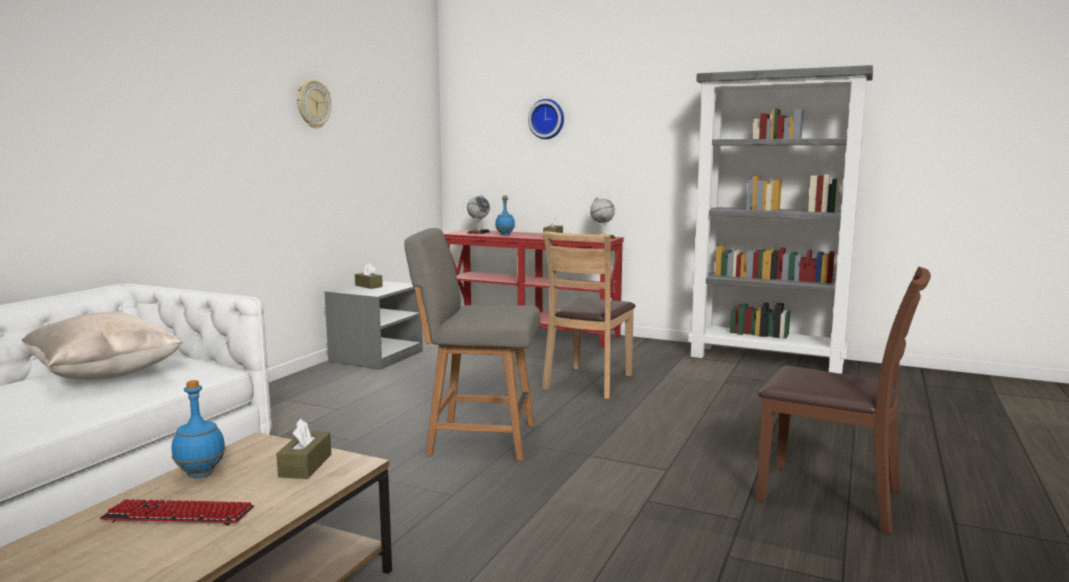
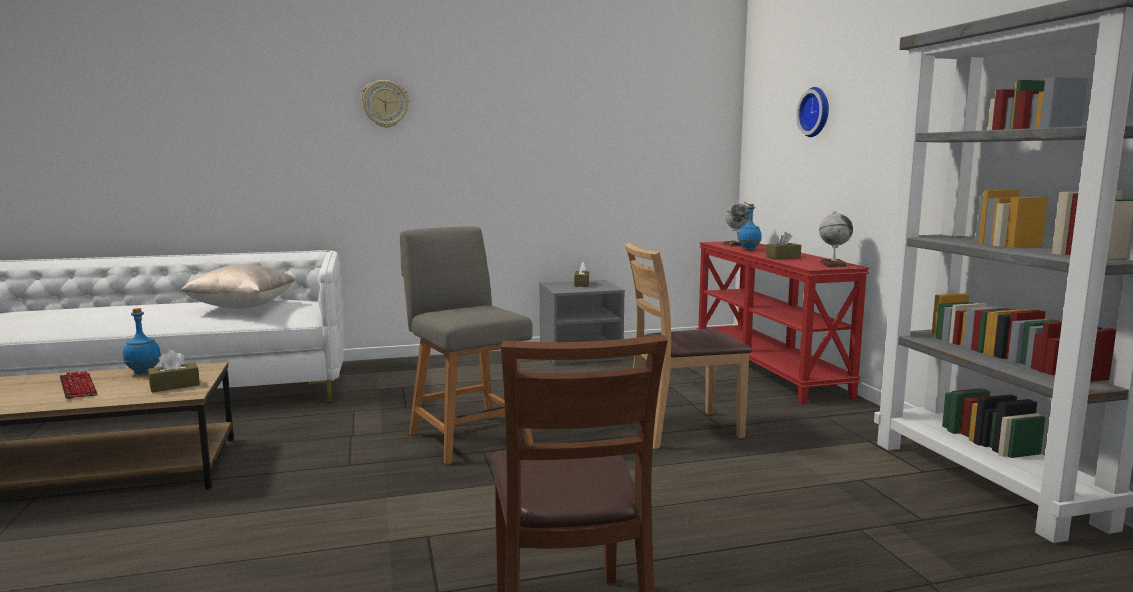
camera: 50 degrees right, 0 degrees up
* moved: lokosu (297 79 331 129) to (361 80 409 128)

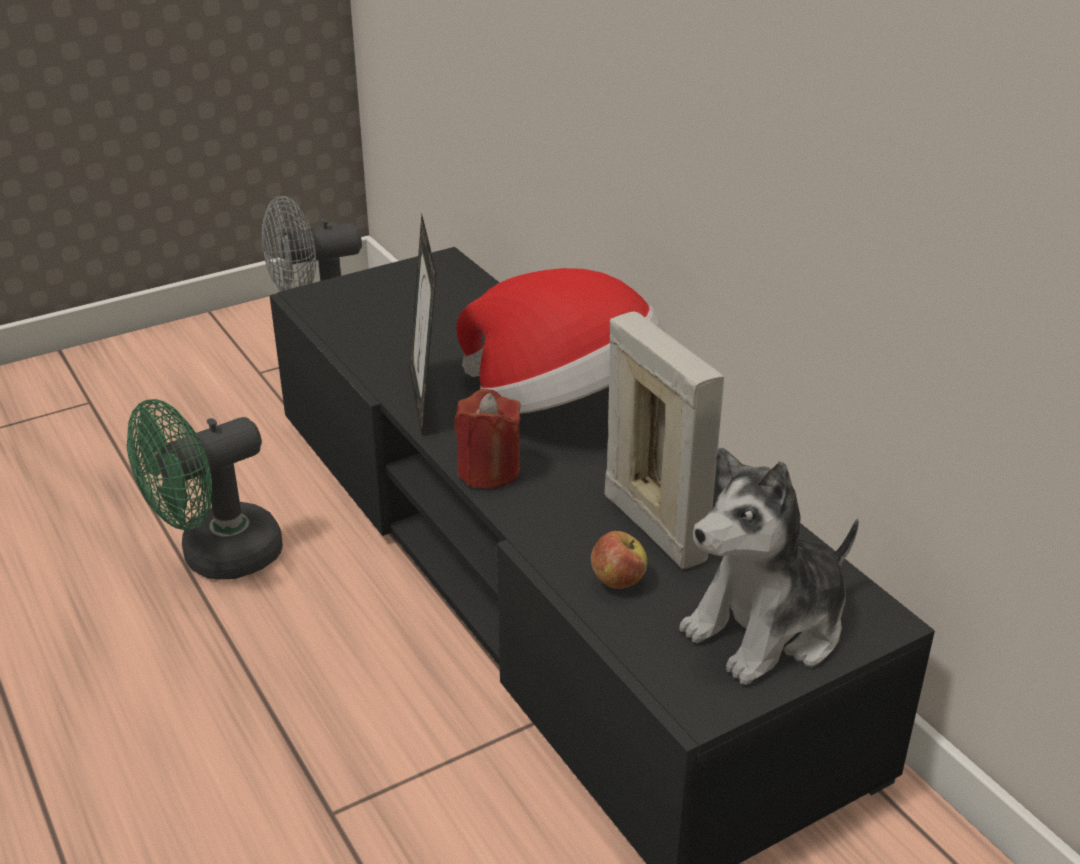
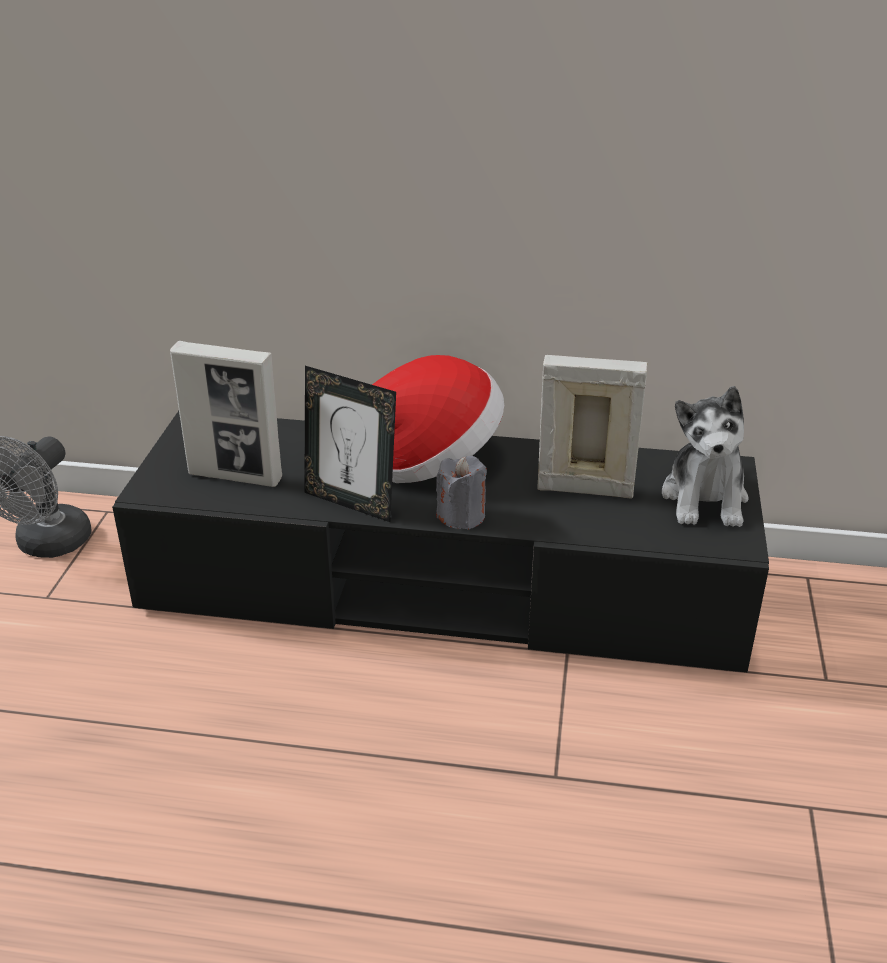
camera: 50 degrees left, 0 degrees up
* added: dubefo (170 341 282 487)
* recoloured: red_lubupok (454 389 521 489) to grey_lubupok (436 456 487 530)
* removed: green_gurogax (127 399 283 579)
* removed: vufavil (591 531 647 589)

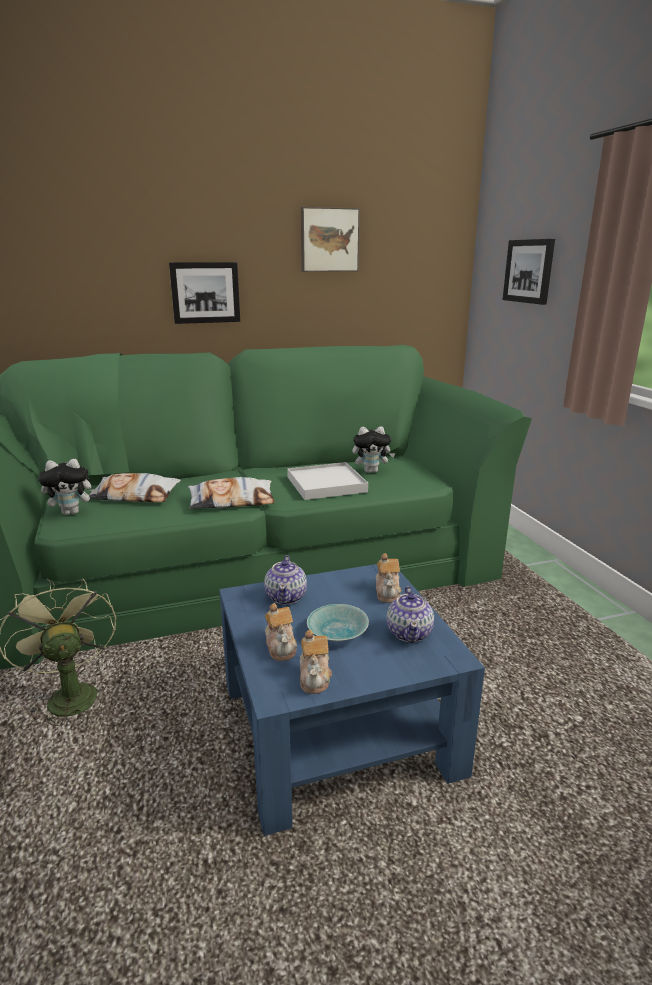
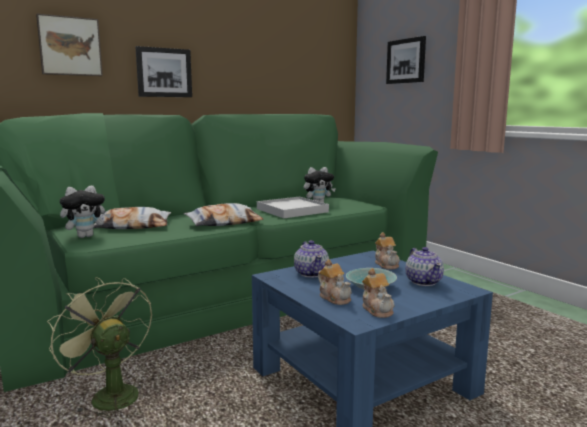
camera: 15 degrees left, 10 degrees down
* moved: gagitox (301 207 360 272) to (36 14 103 76)

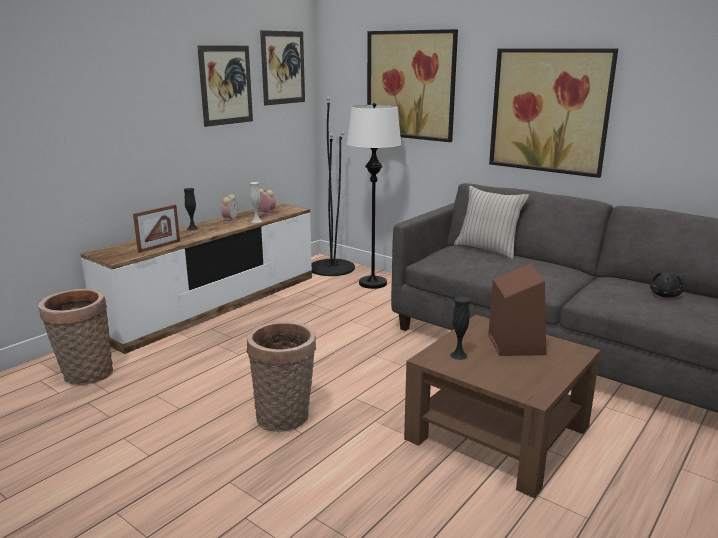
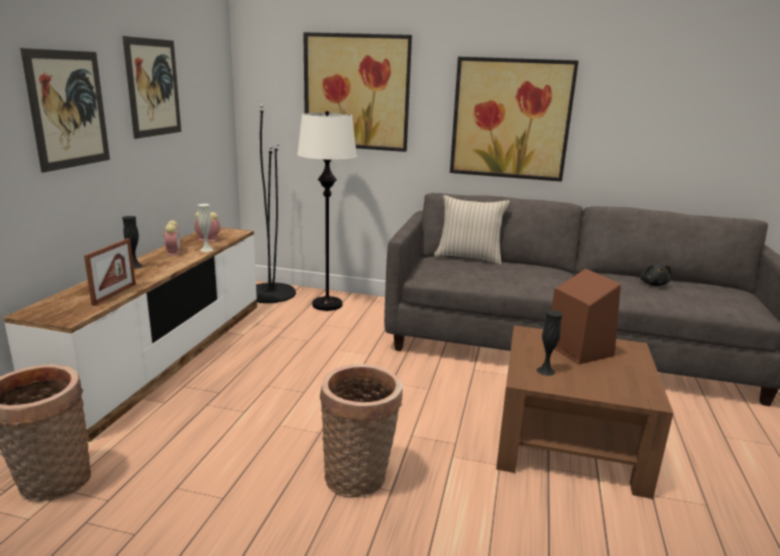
camera: 25 degrees left, 0 degrees up
* moved: gagitox (260 30 305 105) to (20 48 110 173)

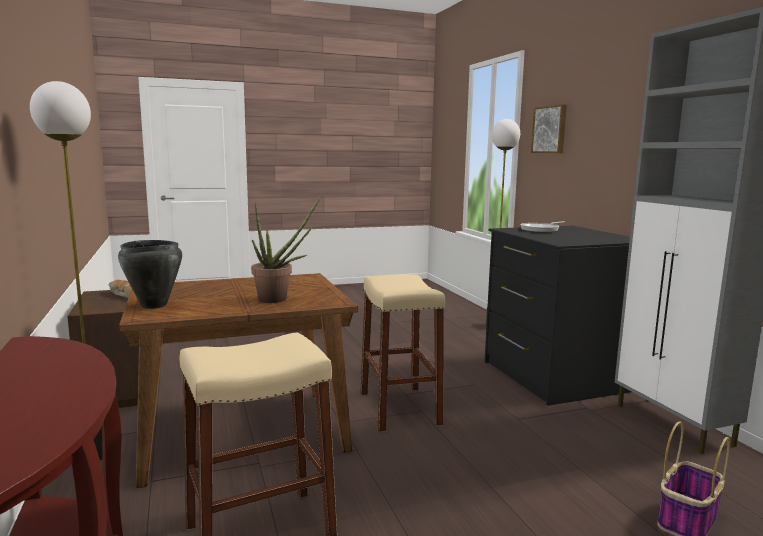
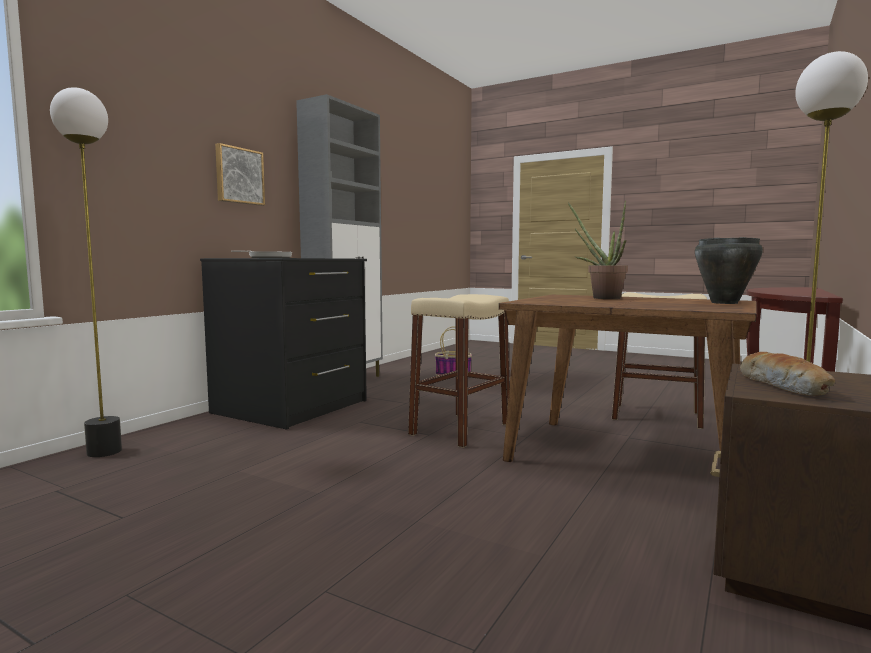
camera: 130 degrees left, 5 degrees down
* moved: gagitox (531 104 567 153) to (215 143 265 206)

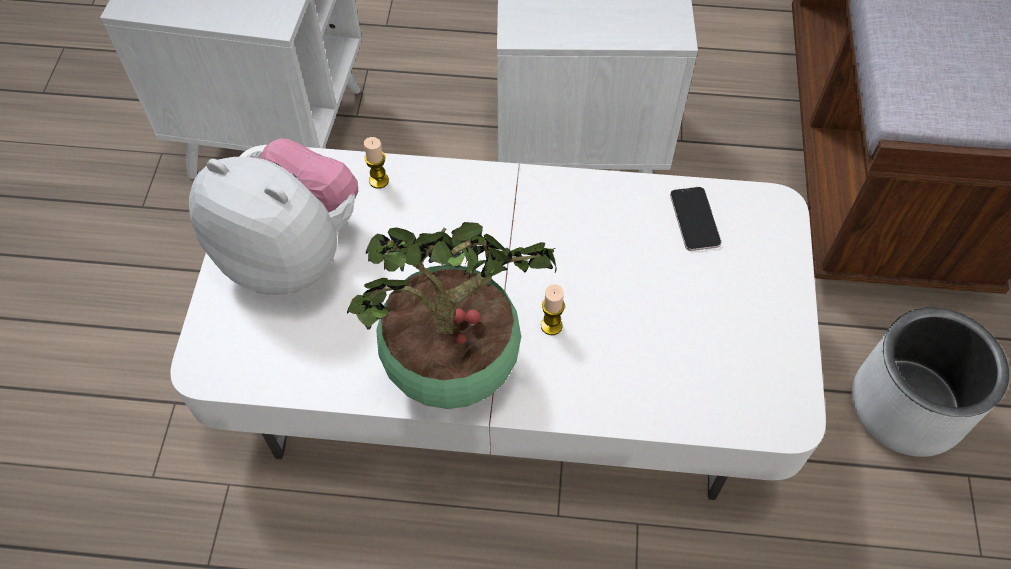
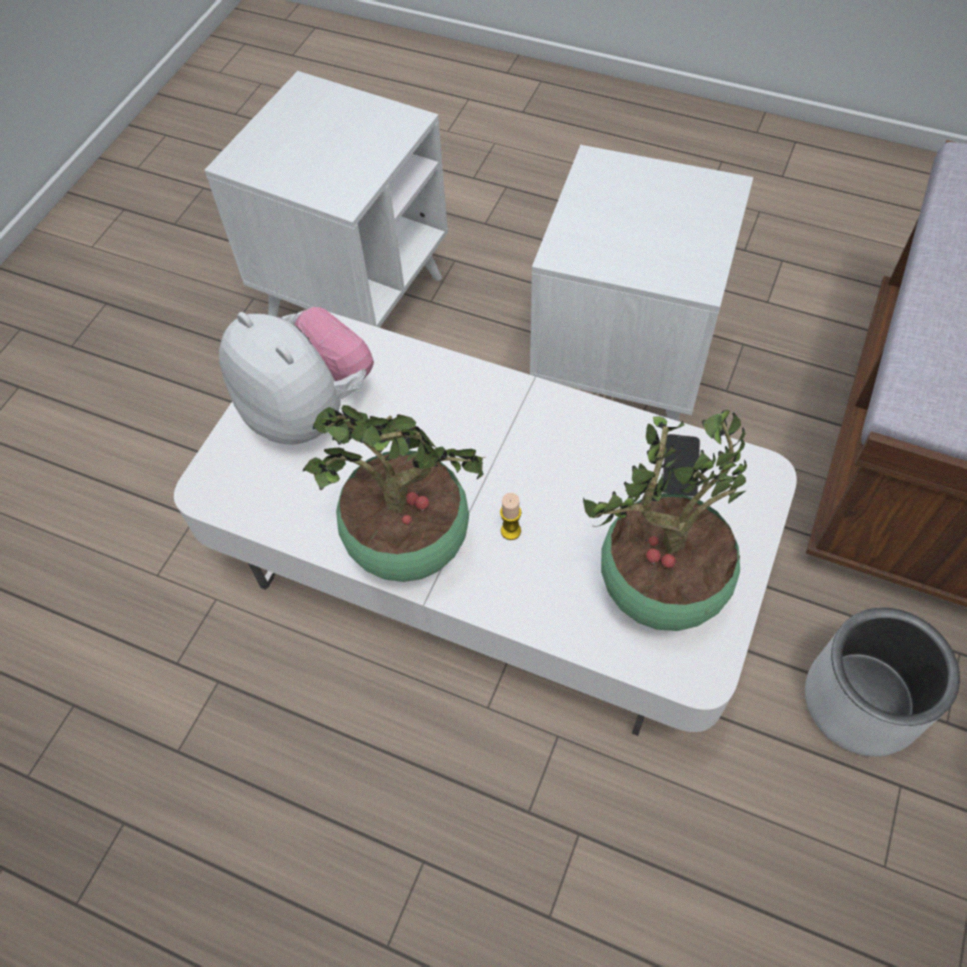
camera: 20 degrees right, 0 degrees up
* added: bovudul (583 410 747 631)
* removed: lubupok (364 137 389 189)

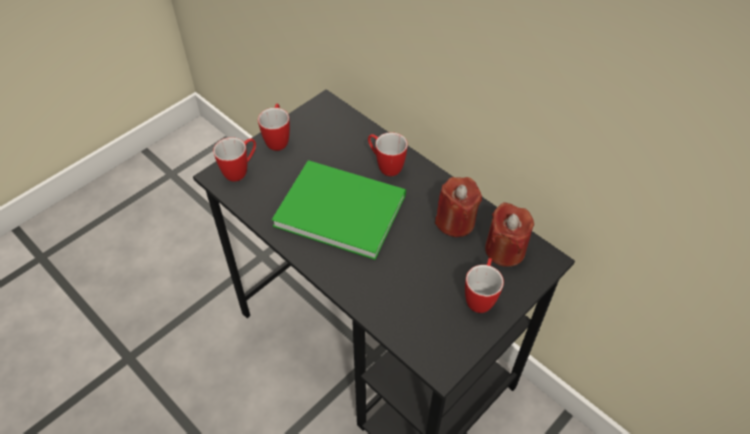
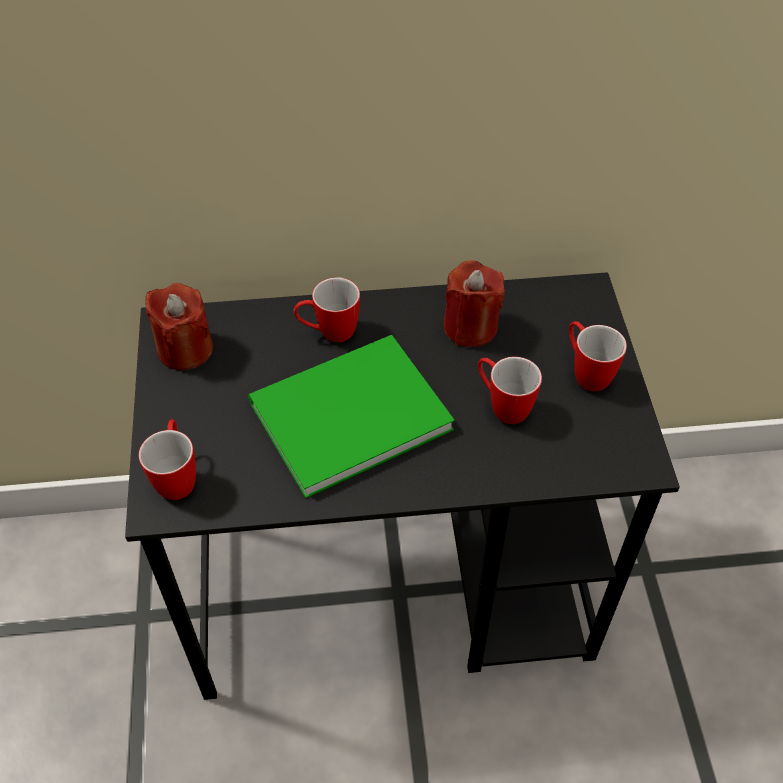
camera: 50 degrees left, 0 degrees up
* moved: red_lubupok (485 202 534 267) to (145 283 213 370)
* moved: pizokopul (258 104 290 151) to (478 357 542 424)

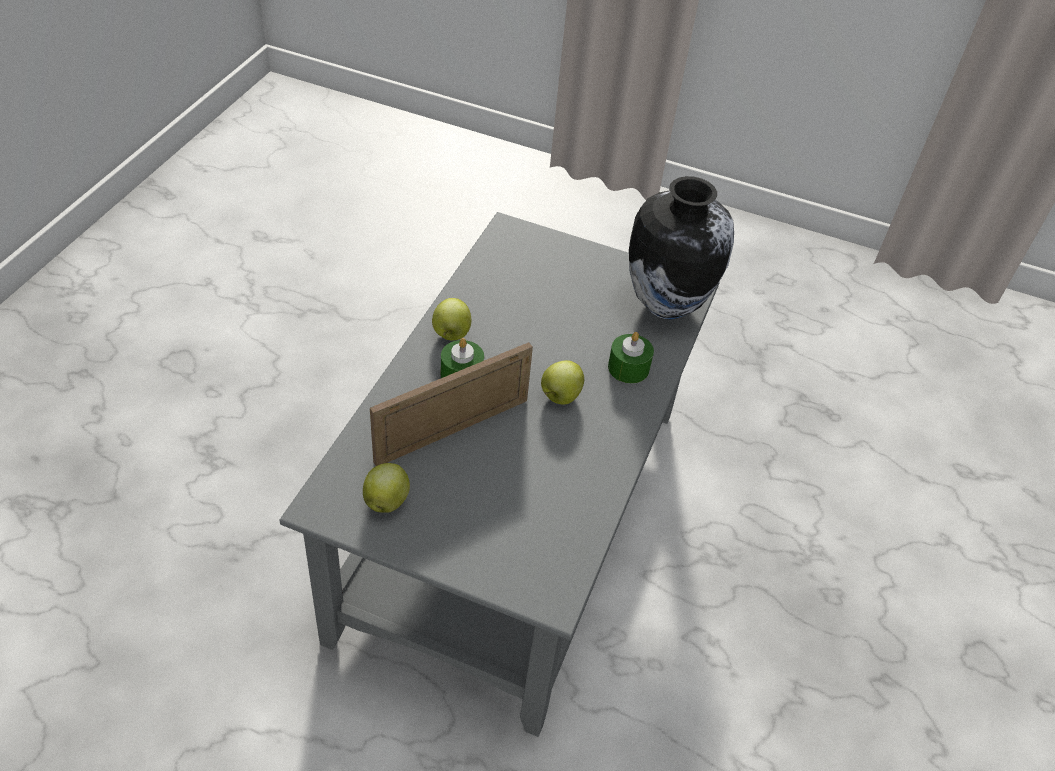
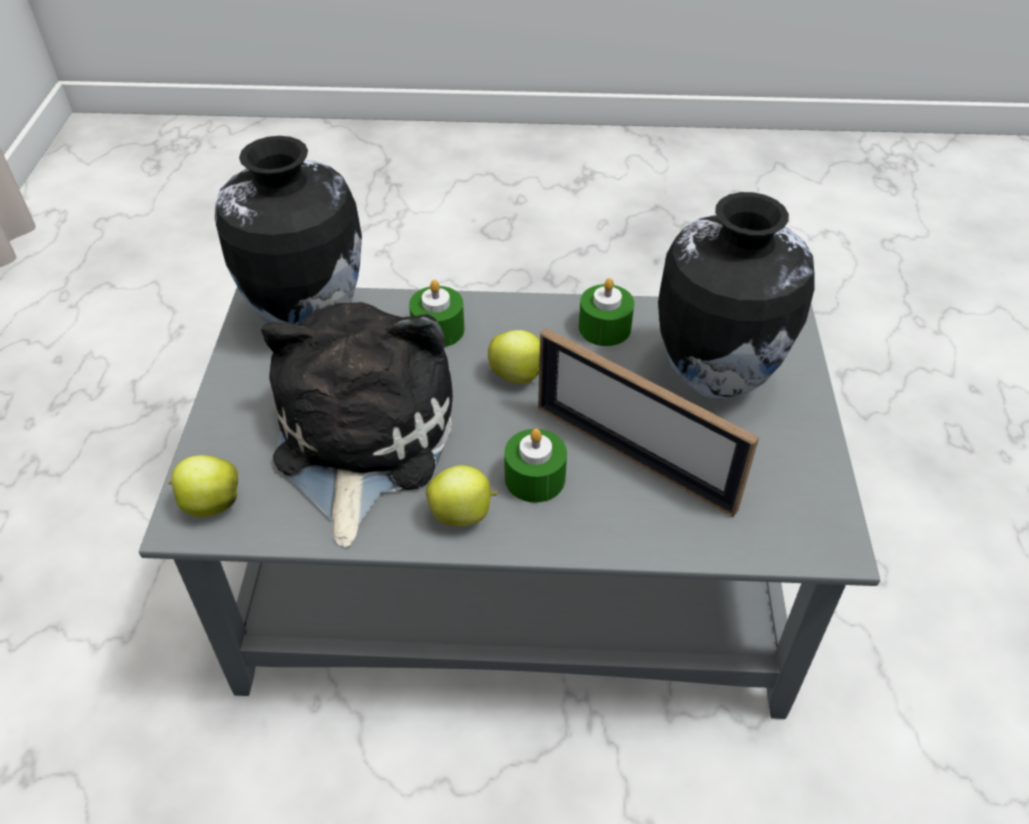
camera: 105 degrees left, 0 degrees up
* moved: vufavil (363 463 410 513) to (168 455 238 517)
* added: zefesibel (261 302 453 547)
* added: green_lubupok (579 278 634 346)
* added: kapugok (658 192 815 399)

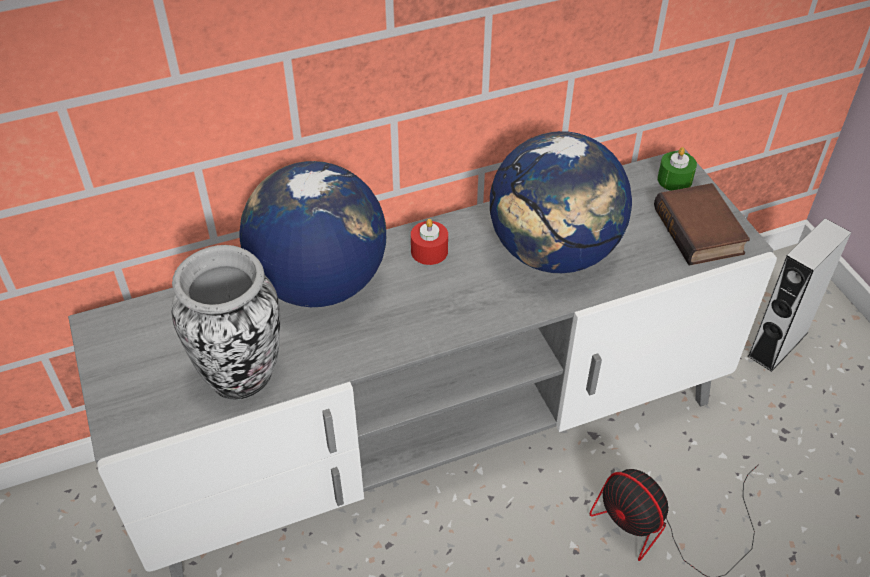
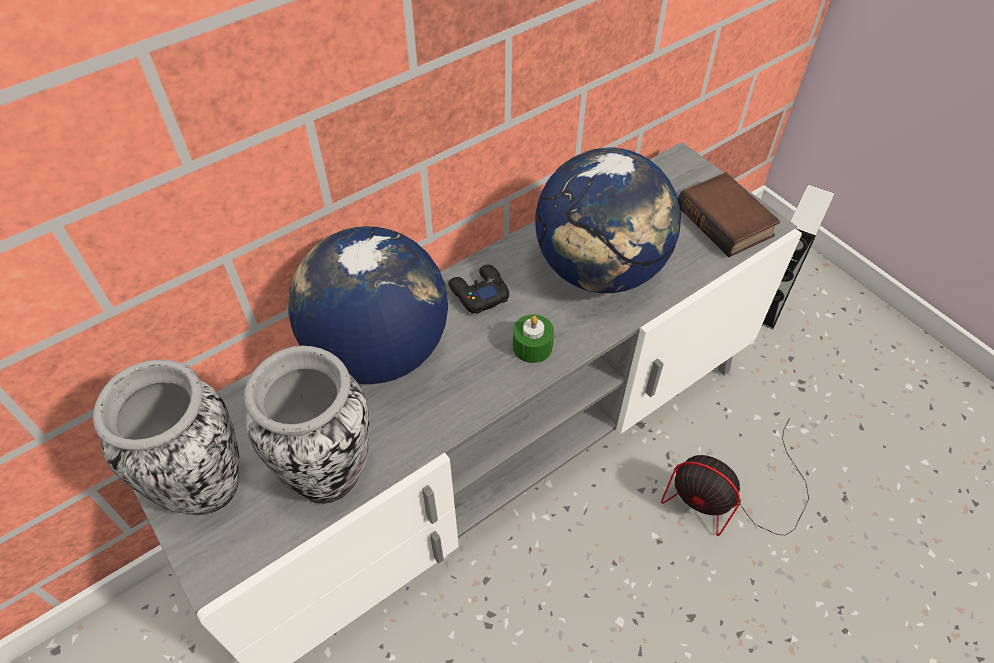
camera: 15 degrees left, 5 degrees up
* added: kapugok (93 360 240 515)
* replaced: red_lubupok (411 219 448 265) to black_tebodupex (448 265 509 314)
* moved: green_lubupok (657 147 697 191) to (513 315 554 363)

